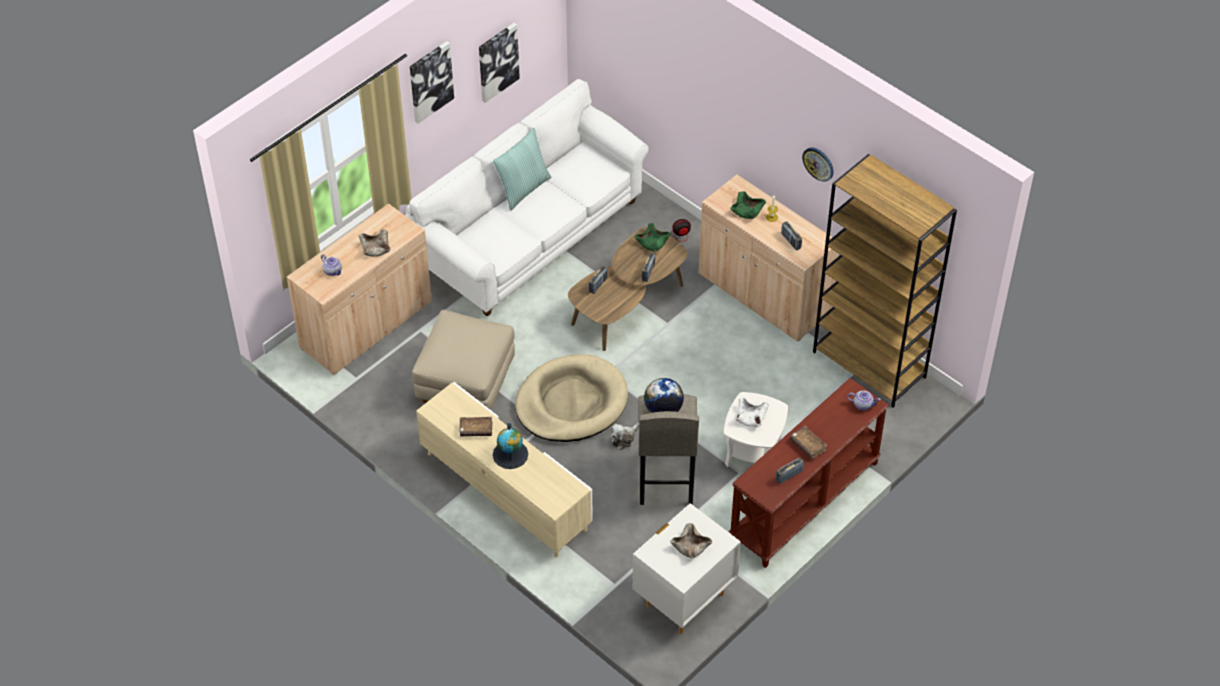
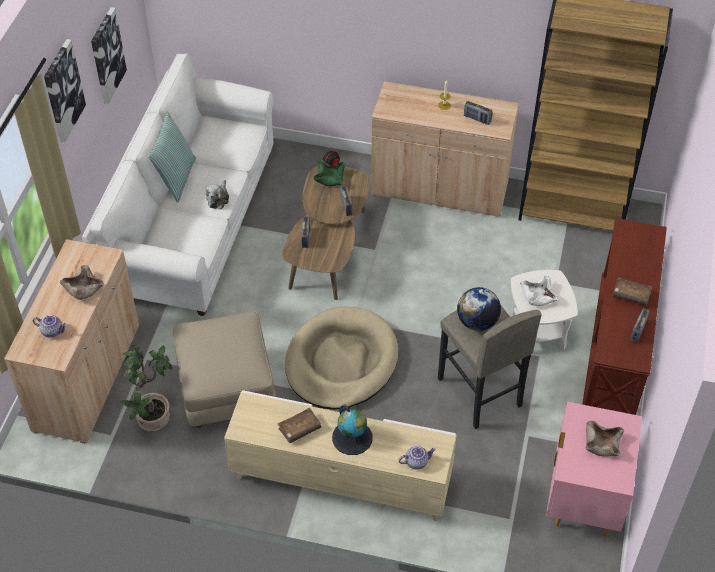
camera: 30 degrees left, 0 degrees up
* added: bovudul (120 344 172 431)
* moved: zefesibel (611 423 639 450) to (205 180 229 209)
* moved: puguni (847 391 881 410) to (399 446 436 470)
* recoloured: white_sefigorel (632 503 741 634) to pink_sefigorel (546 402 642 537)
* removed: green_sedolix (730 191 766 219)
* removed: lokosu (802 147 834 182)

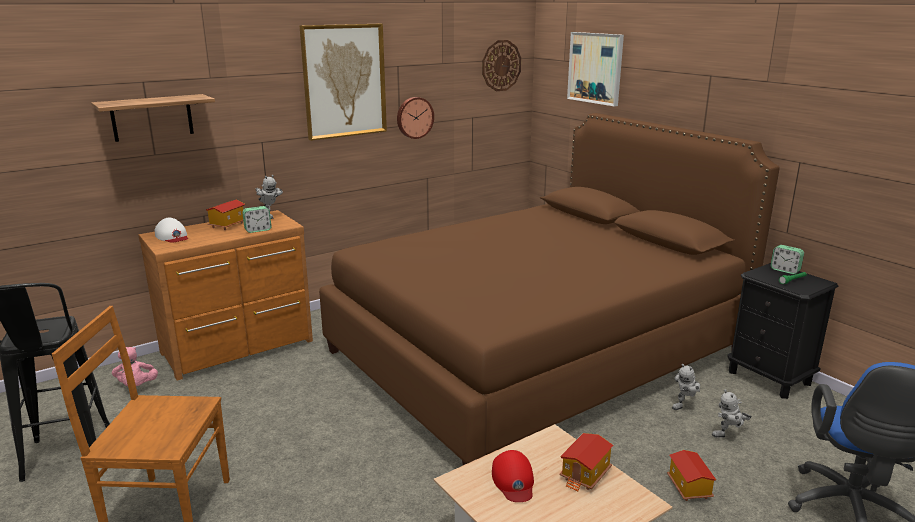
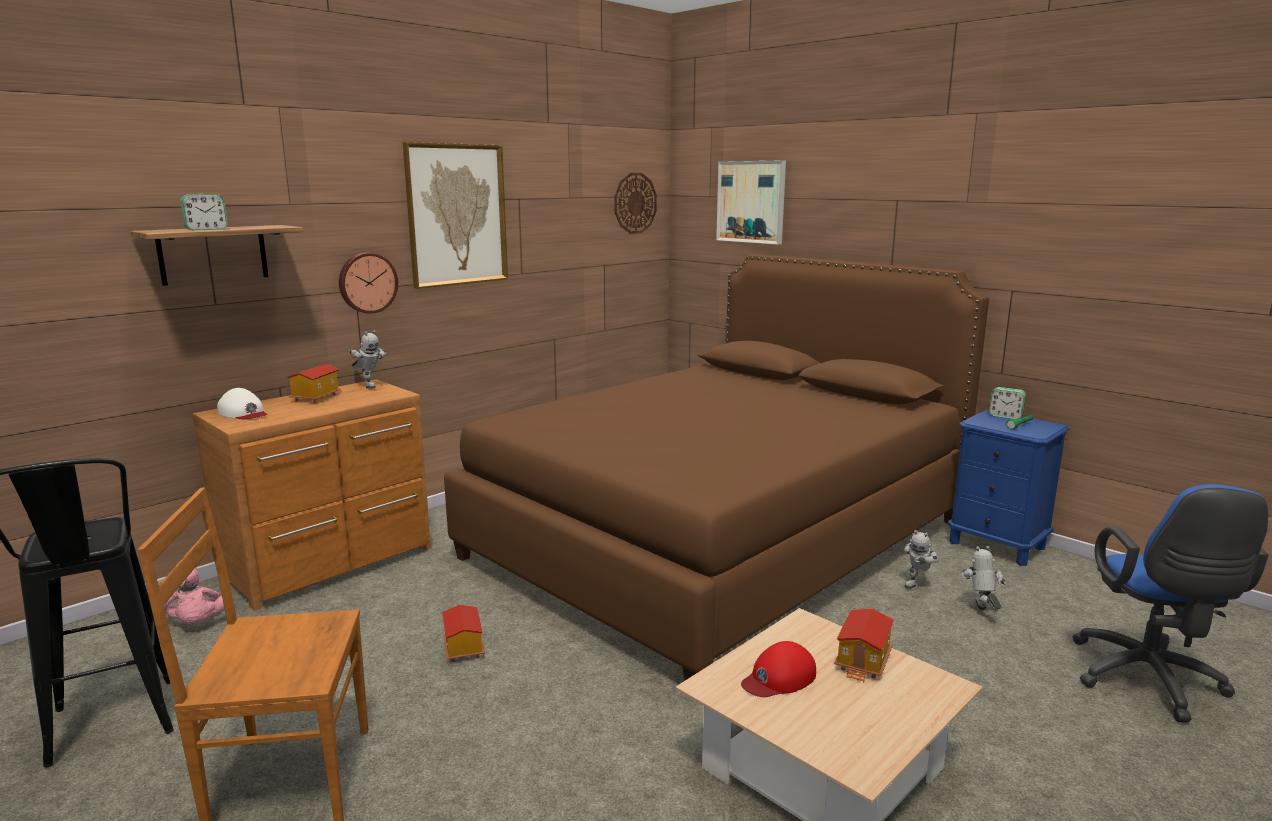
camera: 10 degrees left, 5 degrees down
* moved: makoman (242 206 272 233) to (180 194 228 231)
* moved: lokosu (397 97 434 139) to (339 253 398 314)
* moved: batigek (667 450 716 501) to (442 605 485 662)
* turned: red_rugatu (492 450 534 502) = (741 641 816 697) 75 degrees clockwise
* recoloured: black_sefigorel (727 263 839 399) to blue_sefigorel (947 410 1069 566)
* turned: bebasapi (712 389 752 438) = (962 546 1006 610) 120 degrees clockwise

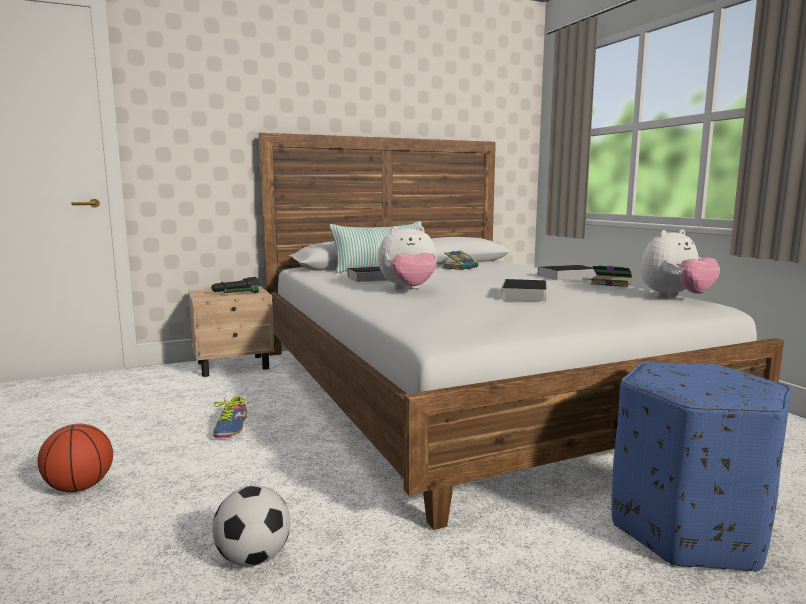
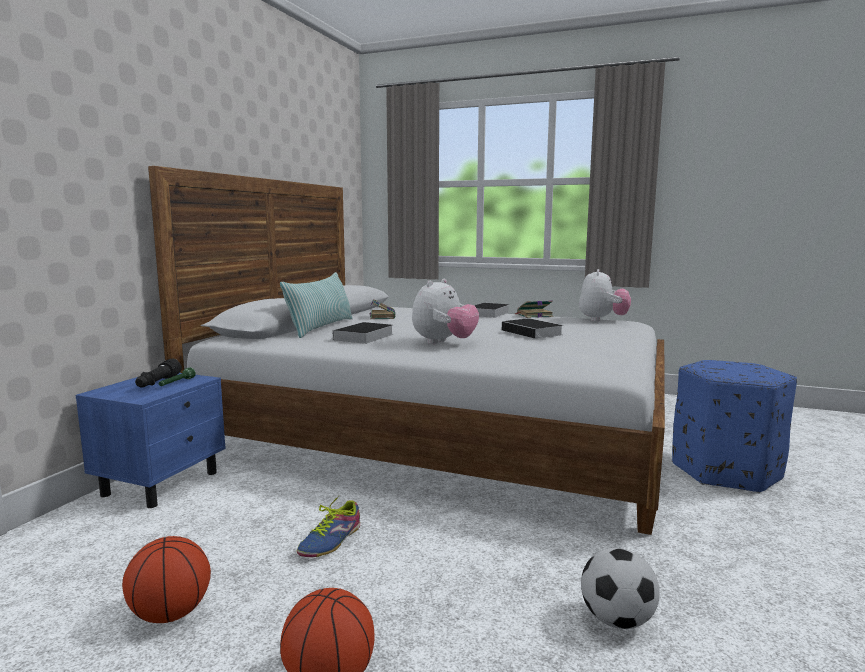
camera: 45 degrees left, 0 degrees up
* recoloured: beige_sefigorel (188 286 275 377) to blue_sefigorel (76 373 226 508)
* added: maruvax (122 536 211 623)
* turned: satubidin (213 396 248 438) = (297 496 360 557) 75 degrees clockwise

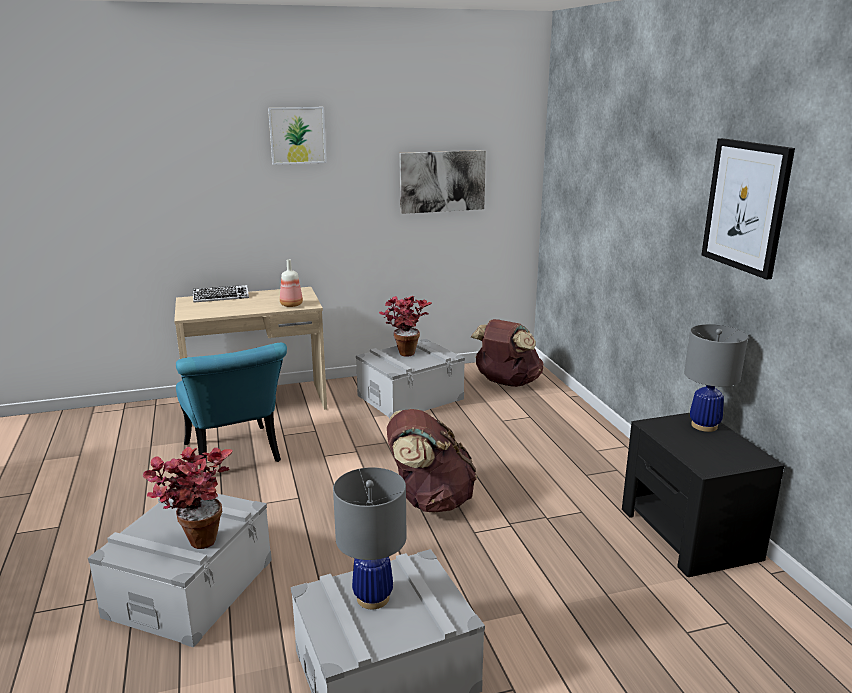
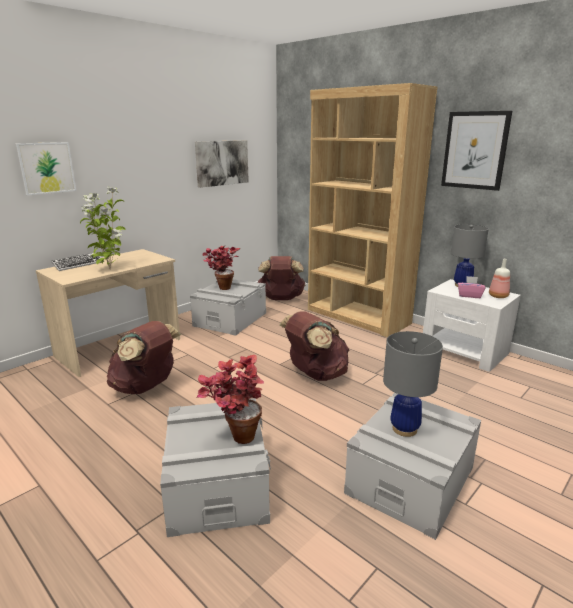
camera: 30 degrees left, 0 degrees up
* moved: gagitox (268 107 327 165) to (16 142 76 195)
* added: bovudul (80 187 126 269)
* replaced: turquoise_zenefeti (176 343 287 472) to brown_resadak (107 321 181 394)
* added: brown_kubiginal (308 83 438 338)
* recoloured: black_sefigorel (622 413 784 577) to white_sefigorel (423 279 521 372)
* added: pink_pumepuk (458 276 486 298)
* moved: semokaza (280 259 303 307) to (489 259 510 298)

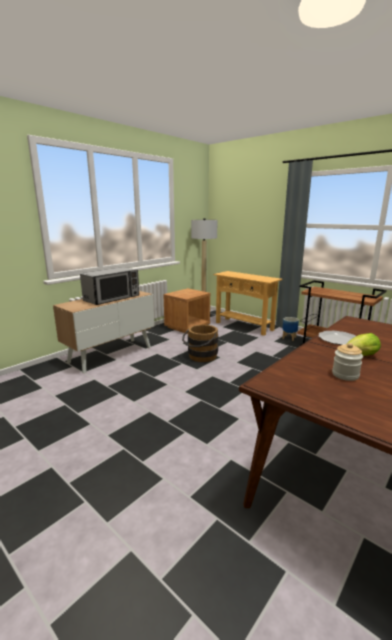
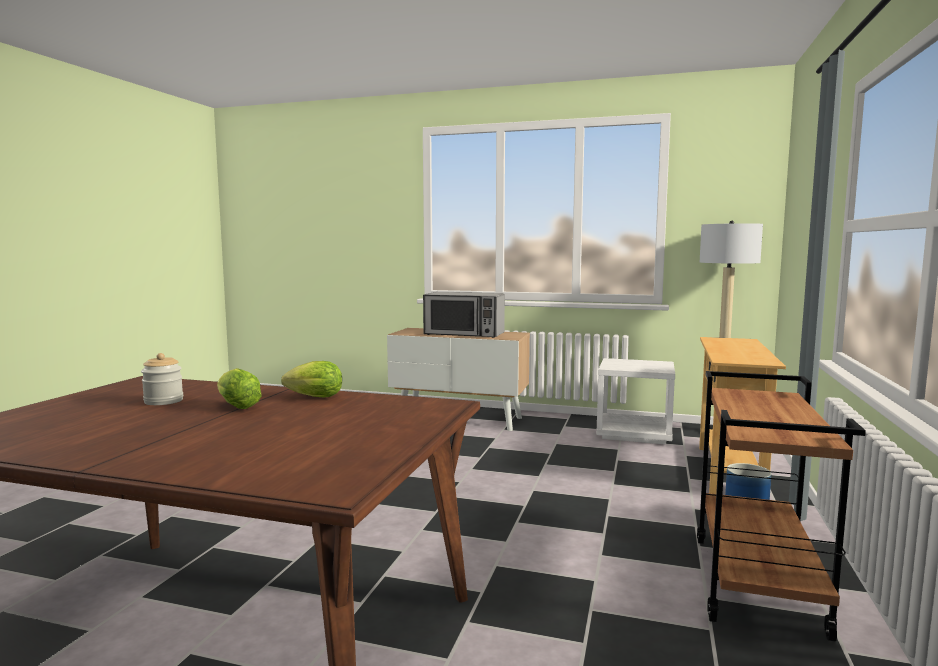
camera: 65 degrees right, 10 degrees down
* replaced: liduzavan (318 331 356 345) to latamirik (281 361 342 398)
* recoloured: brown_sefigorel (164 288 210 334) to white_sefigorel (596 358 675 444)
* removed: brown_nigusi (182 325 218 362)

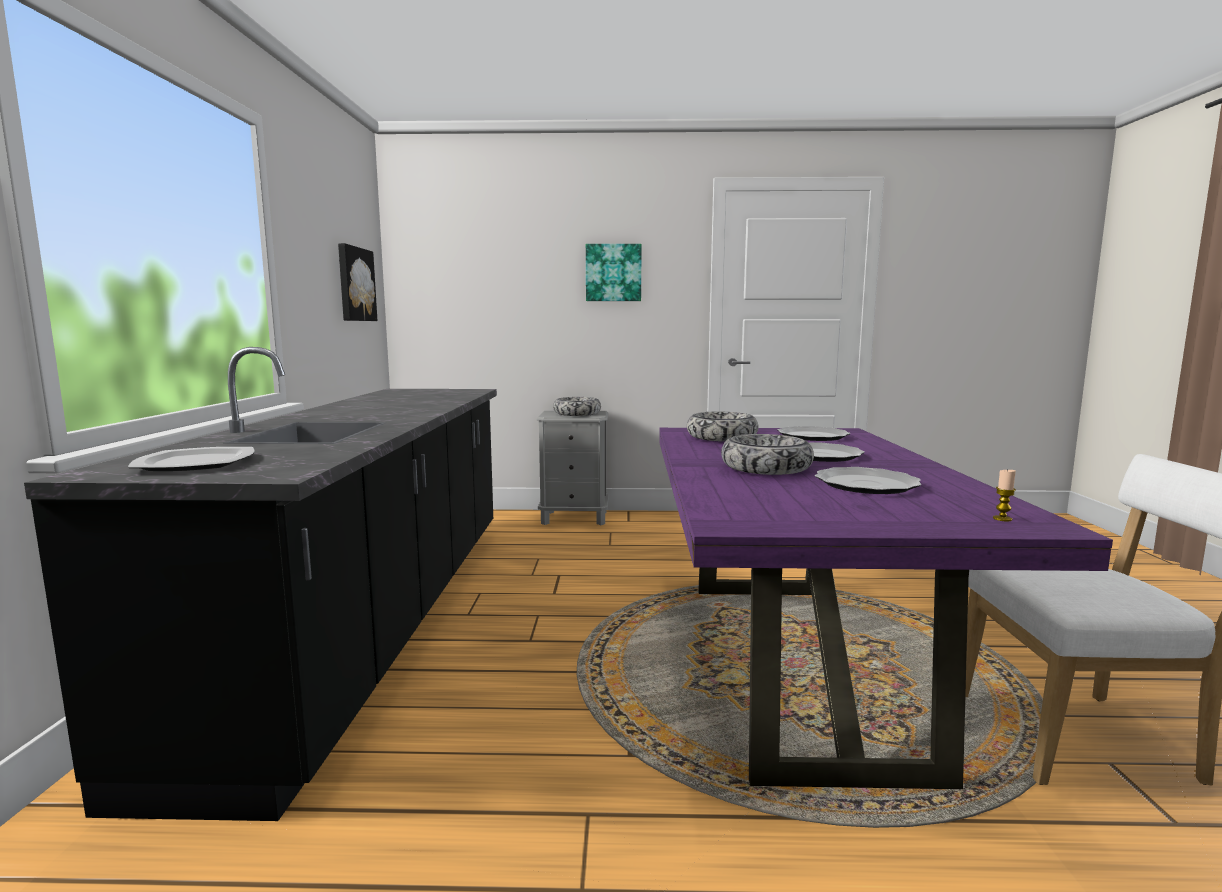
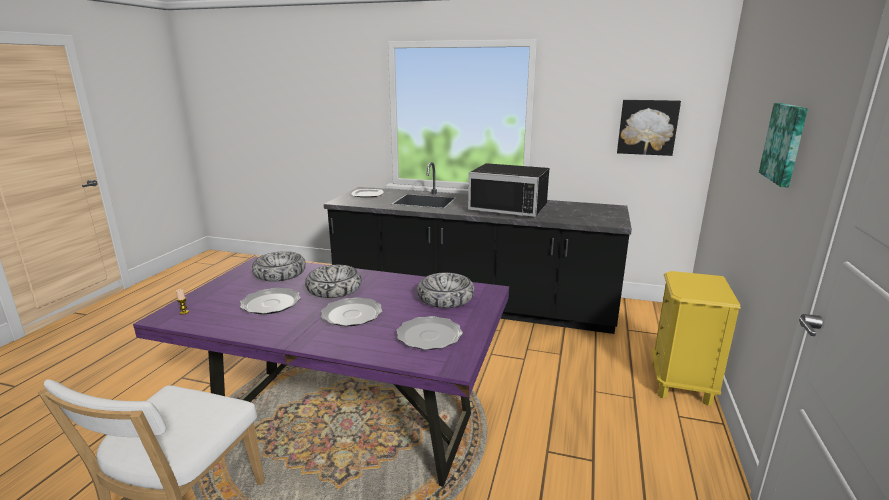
camera: 105 degrees right, 10 degrees up
* moved: sedolix (553 397 601 416) to (252 251 306 281)
* added: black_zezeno (468 163 549 217)
* recoloured: grey_sefigorel (536 411 609 525) to yellow_sefigorel (652 271 740 406)

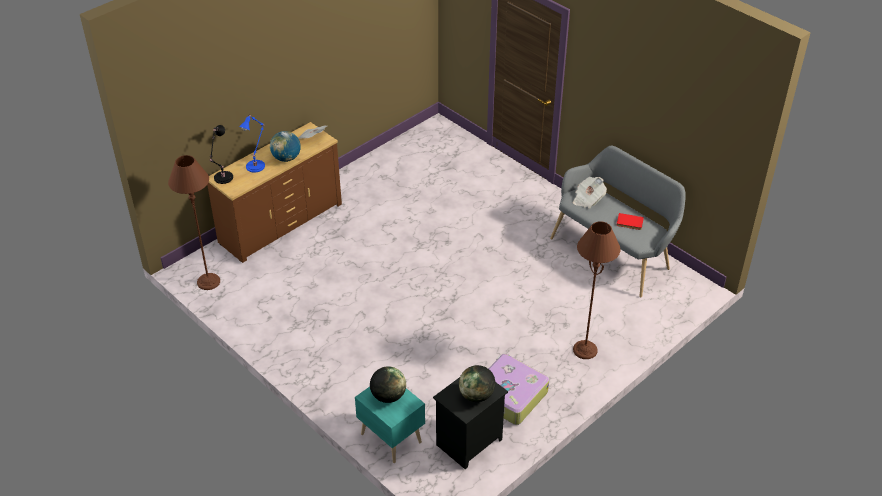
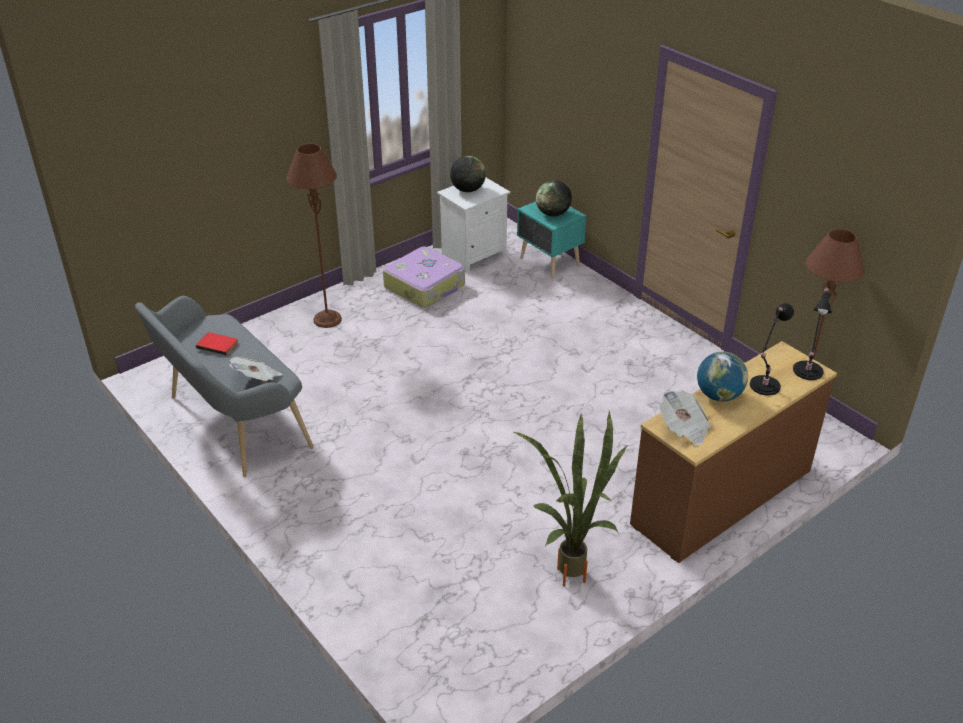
camera: 175 degrees left, 5 degrees down
* recoloured: black_sefigorel (433 377 508 469) to white_sefigorel (437 177 510 273)
* added: bovudul (512 411 629 587)
* recoloured: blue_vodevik (239 115 265 172) to black_vodevik (750 303 794 396)

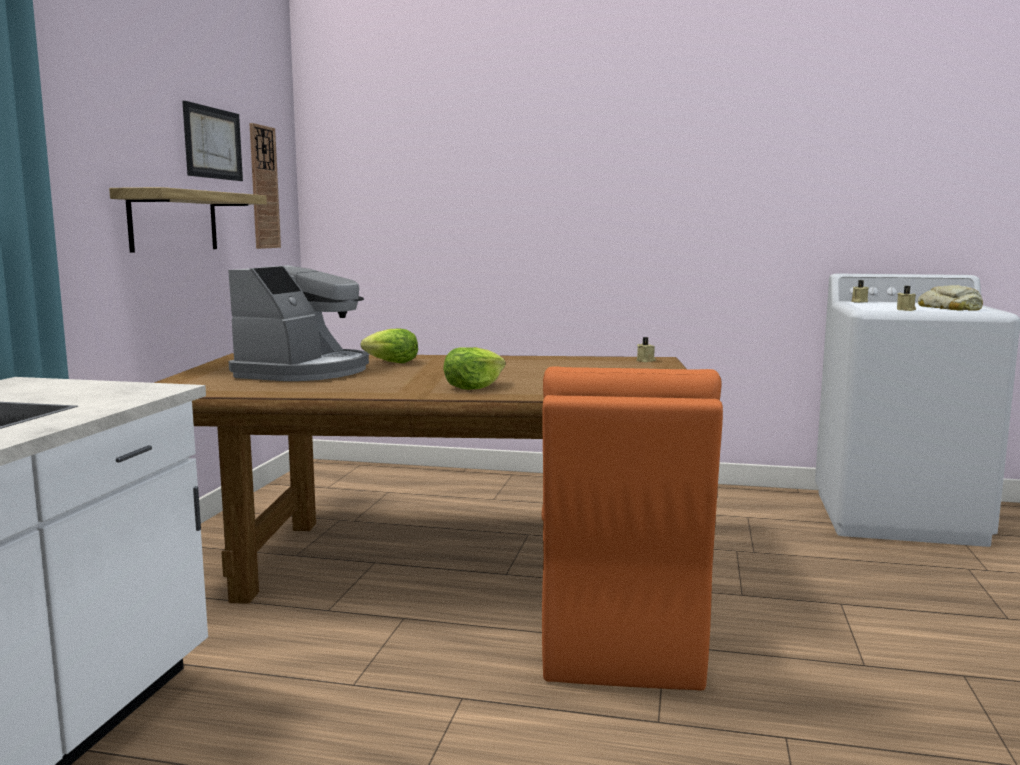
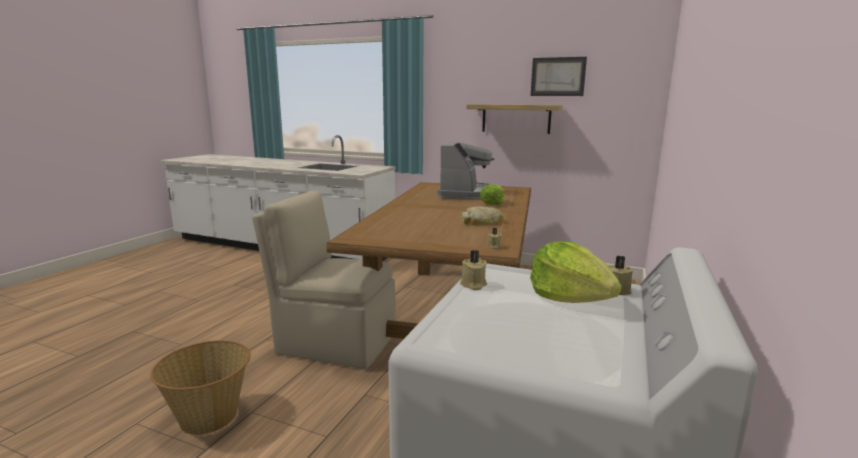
camera: 100 degrees right, 5 degrees up
* added: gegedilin (150 340 251 435)
* recoloured: orange_zenefeti (542 366 723 691) to beige_zenefeti (252 191 396 370)
* turned: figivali (228 265 369 381) = (438 141 494 200) 105 degrees counterclockwise
* moved: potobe (918 285 983 311) to (461 206 503 225)
* moved: latamirik (443 347 506 390) to (530 241 622 303)
* removed: lokosu (249 123 281 249)

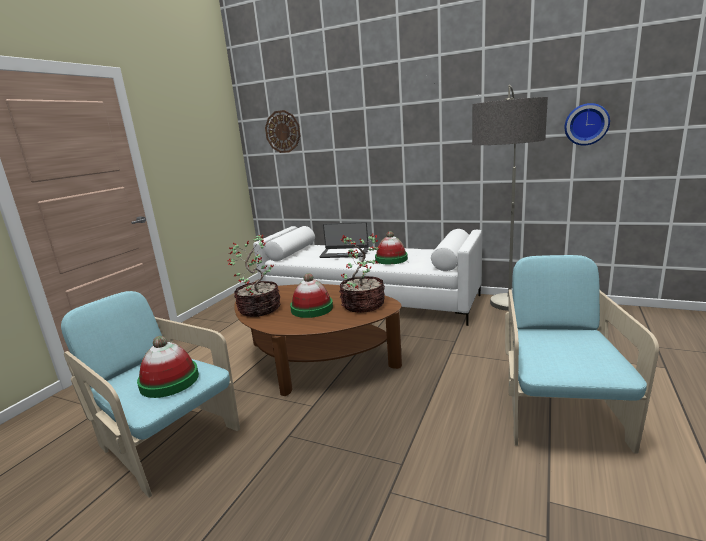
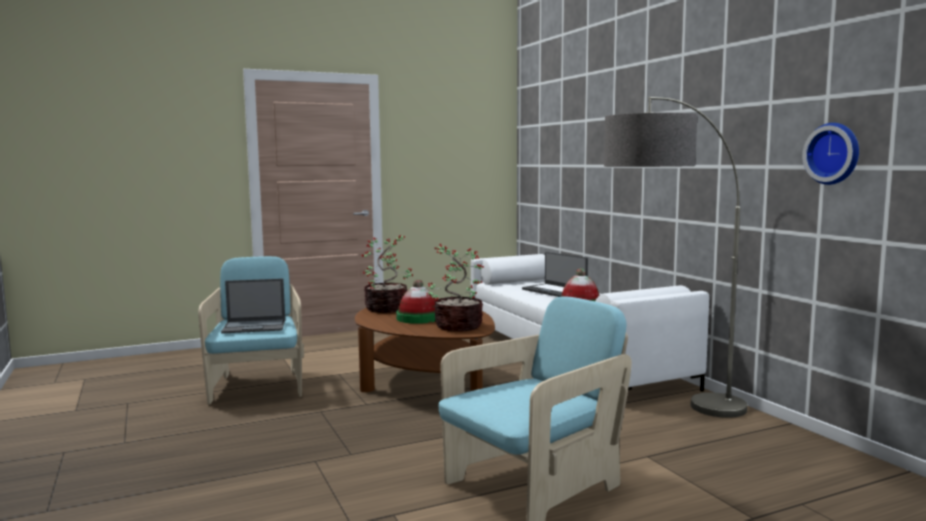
camera: 40 degrees right, 10 degrees down
* replaced: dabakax (137 336 199 398) to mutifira (221 279 285 334)
* removed: lokosu (265 110 300 153)

